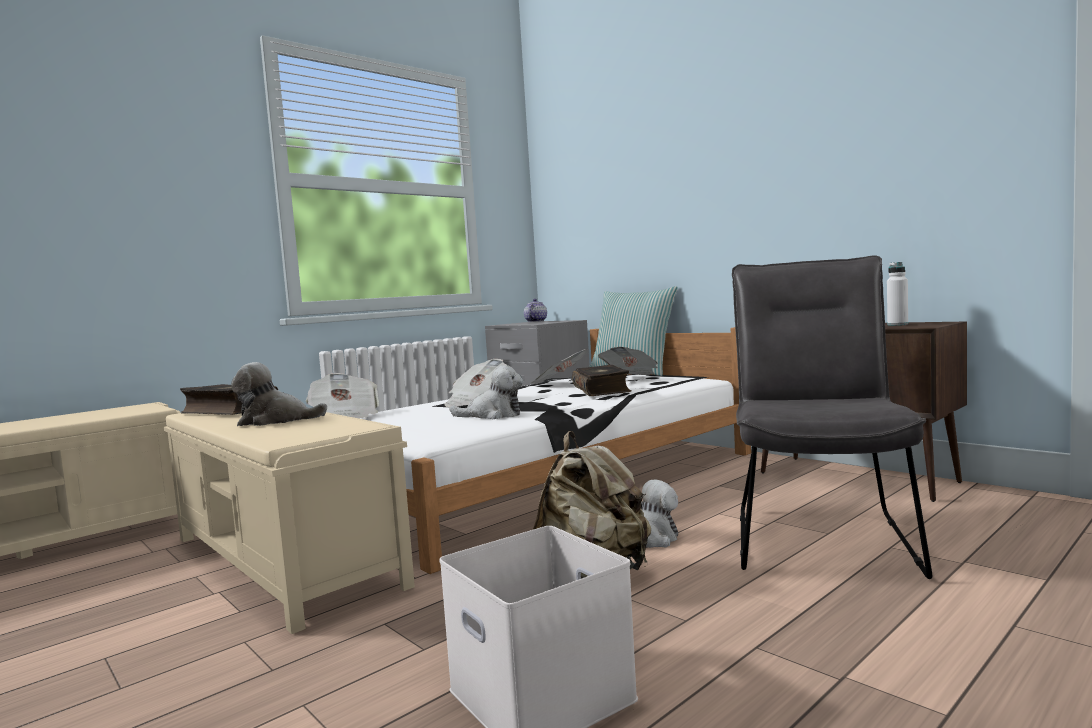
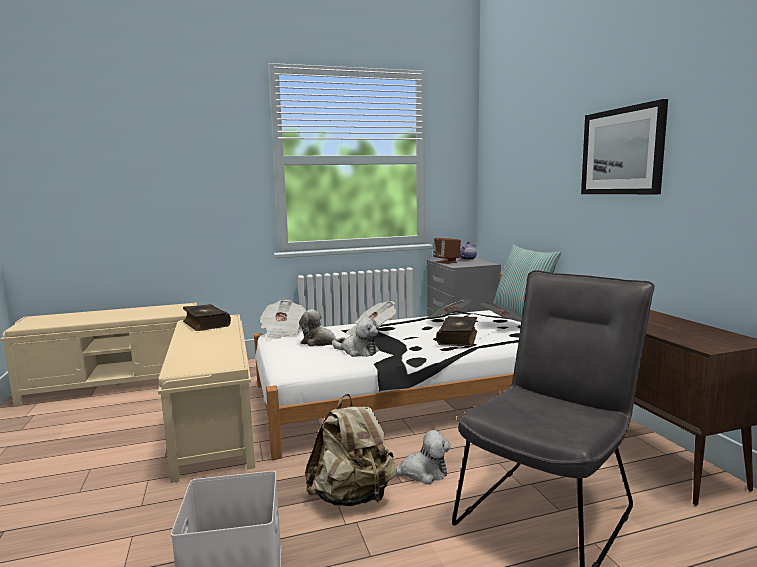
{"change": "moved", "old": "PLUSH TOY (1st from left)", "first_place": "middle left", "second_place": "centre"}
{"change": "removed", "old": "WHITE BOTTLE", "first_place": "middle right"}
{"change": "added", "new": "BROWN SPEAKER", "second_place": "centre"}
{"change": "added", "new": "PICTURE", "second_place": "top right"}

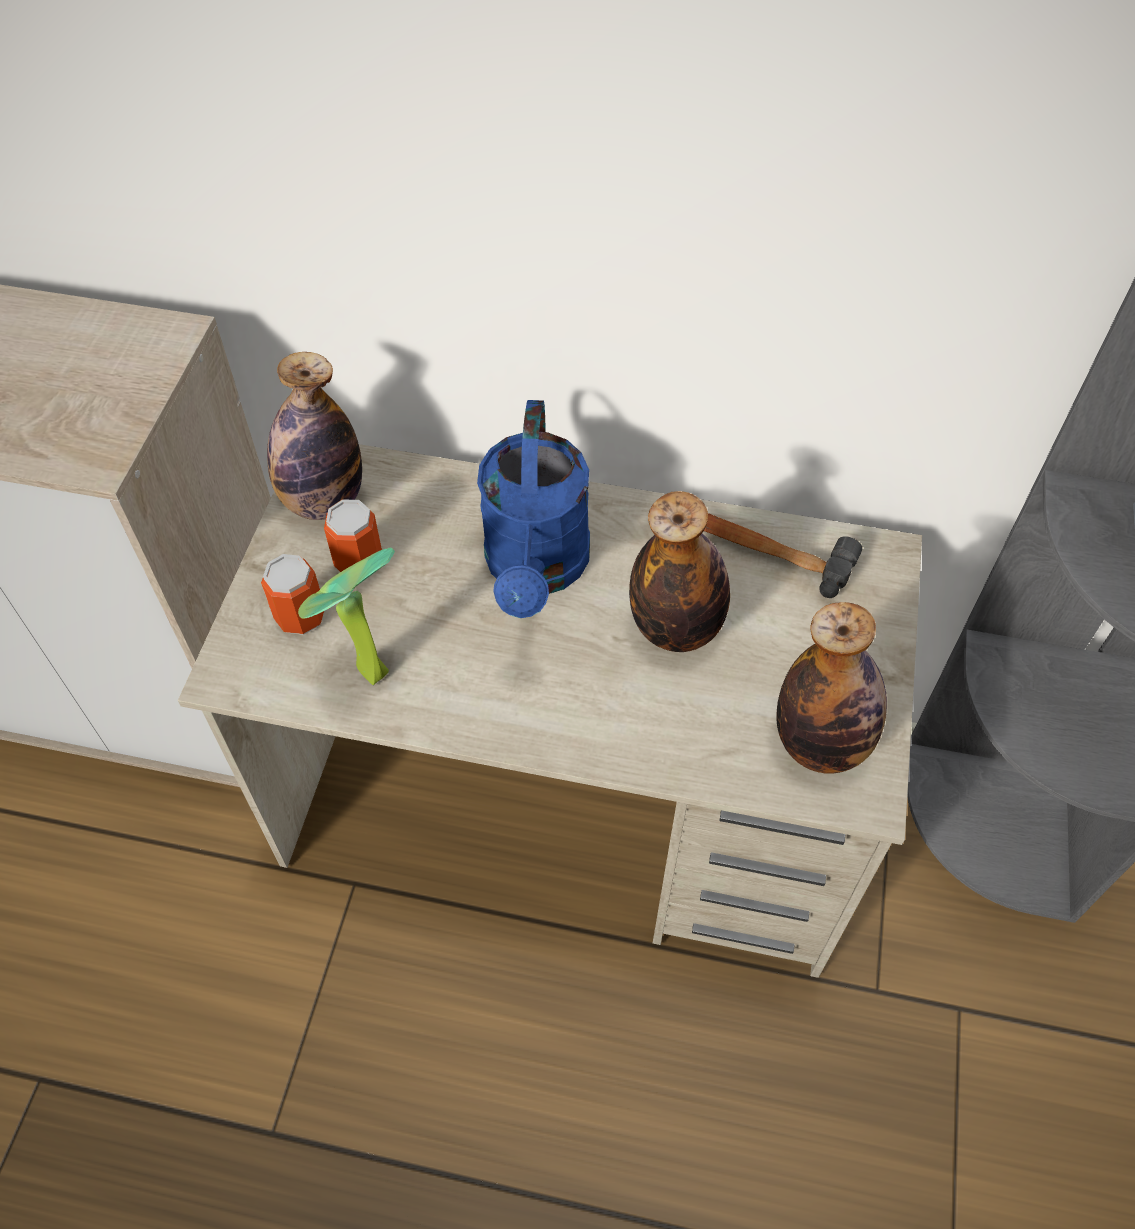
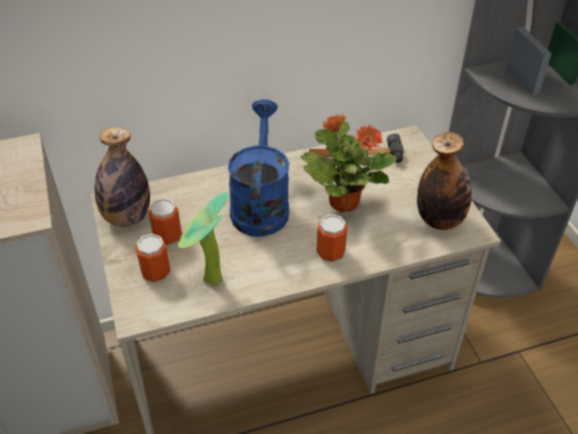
{"change": "turned", "old": "BLUE WATERING CAN", "first_place": "centre", "second_place": "centre", "degrees": -150}
{"change": "replaced", "old": "BOTTLE (2nd from left)", "new": "POTTED PLANT (2nd from left)", "first_place": "centre", "second_place": "centre"}
{"change": "added", "new": "CAN (3rd from left)", "second_place": "centre"}

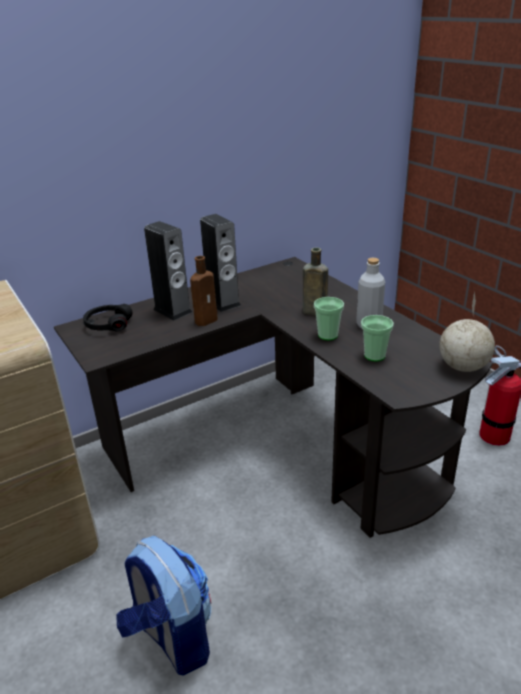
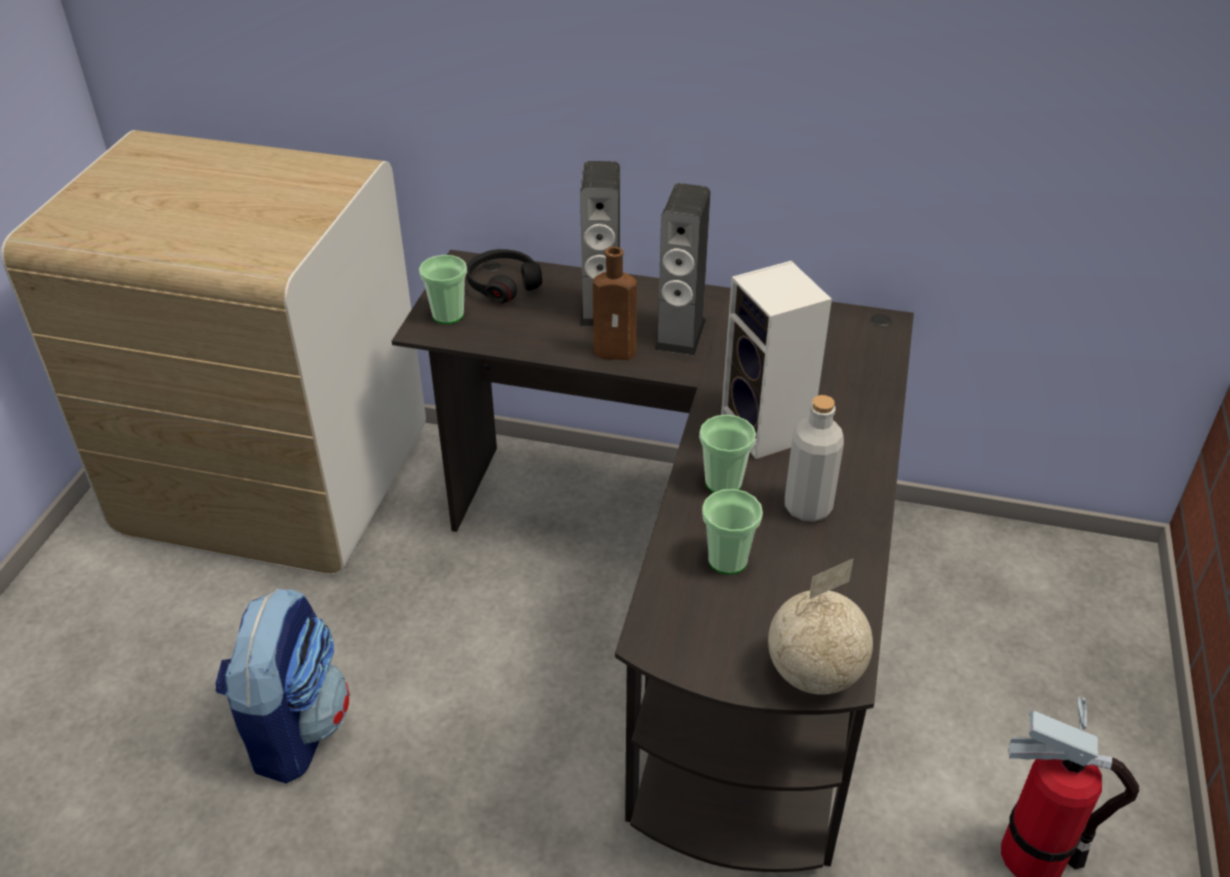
{"change": "replaced", "old": "BROWN BOTTLE (2nd from left)", "new": "SPEAKER (3rd from left)", "first_place": "centre", "second_place": "centre"}
{"change": "added", "new": "CUP (1st from left)", "second_place": "top centre"}

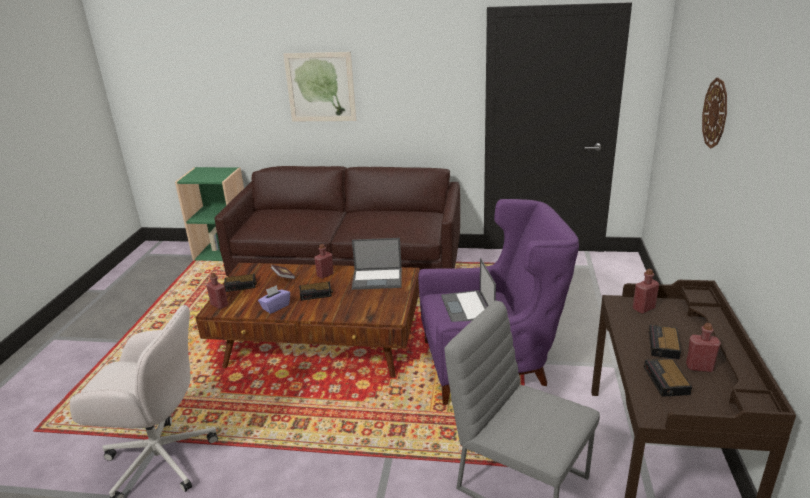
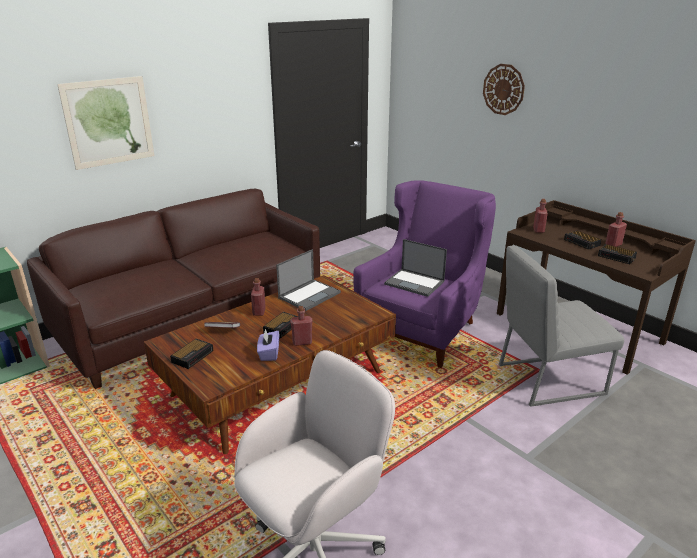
{"change": "moved", "old": "RED BOTTLE (1st from left in the first image)", "new": "RED BOTTLE (2nd from left)", "first_place": "middle left", "second_place": "centre"}

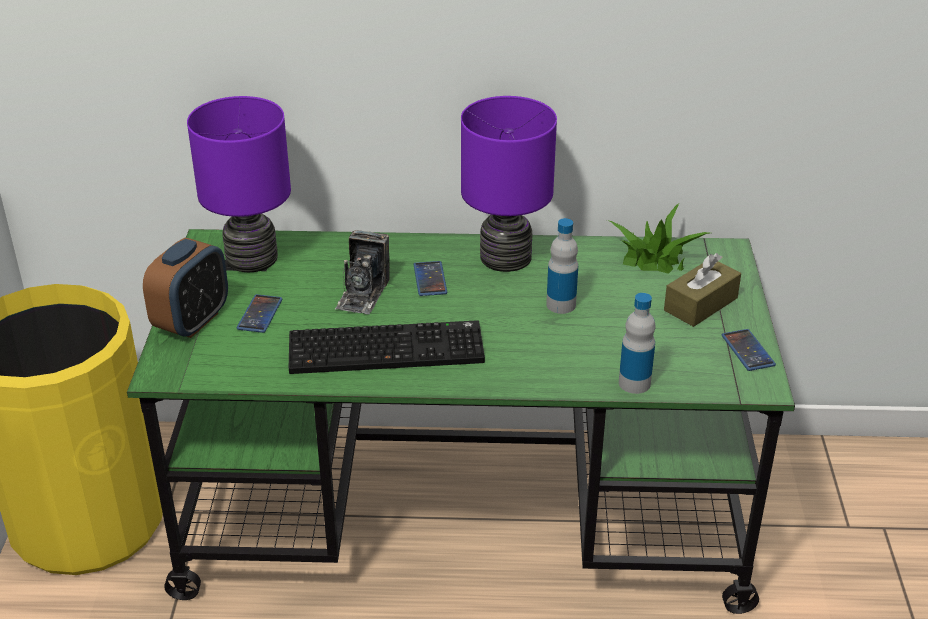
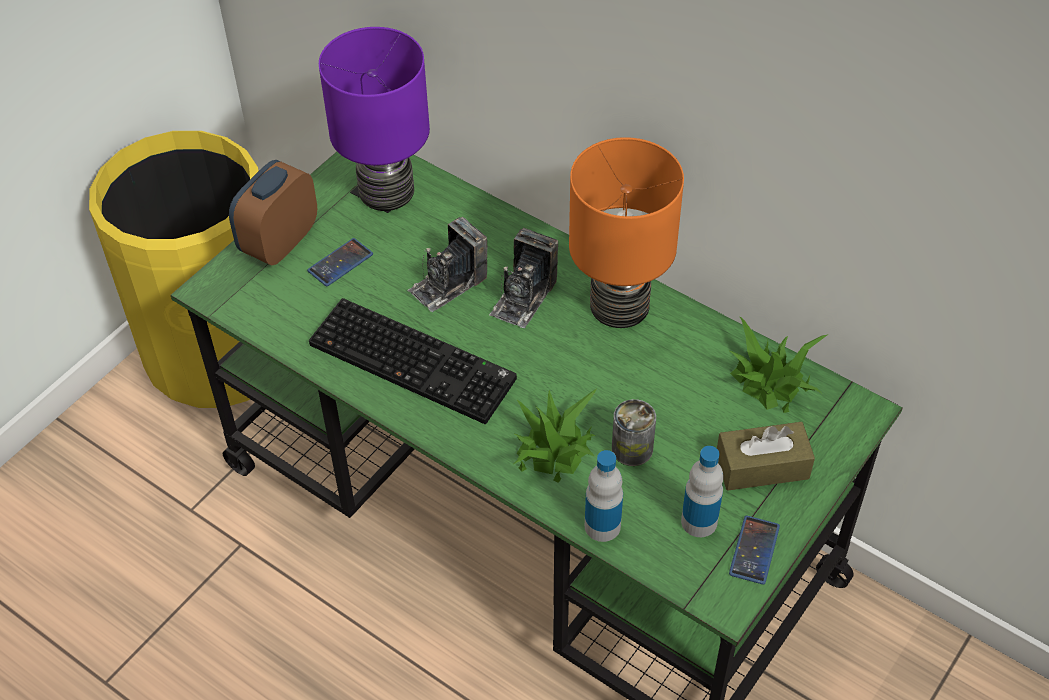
{"change": "turned", "old": "ALARM CLOCK", "first_place": "middle left", "second_place": "top left", "degrees": 150}
{"change": "replaced", "old": "PHONE (2nd from left)", "new": "PHOTO CAMERA (2nd from left)", "first_place": "centre", "second_place": "centre"}
{"change": "recoloured", "old": "PURPLE TABLE LAMP (2nd from left)", "new": "ORANGE TABLE LAMP", "first_place": "top centre", "second_place": "top centre"}
{"change": "moved", "old": "BOTTLE (1st from left in the first image)", "new": "BOTTLE (2nd from left)", "first_place": "centre", "second_place": "bottom right"}
{"change": "added", "new": "POTTED PLANT (1st from left)", "second_place": "centre"}
{"change": "added", "new": "CAN", "second_place": "centre"}

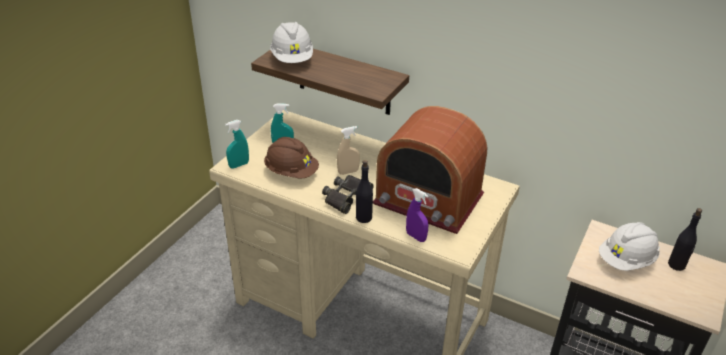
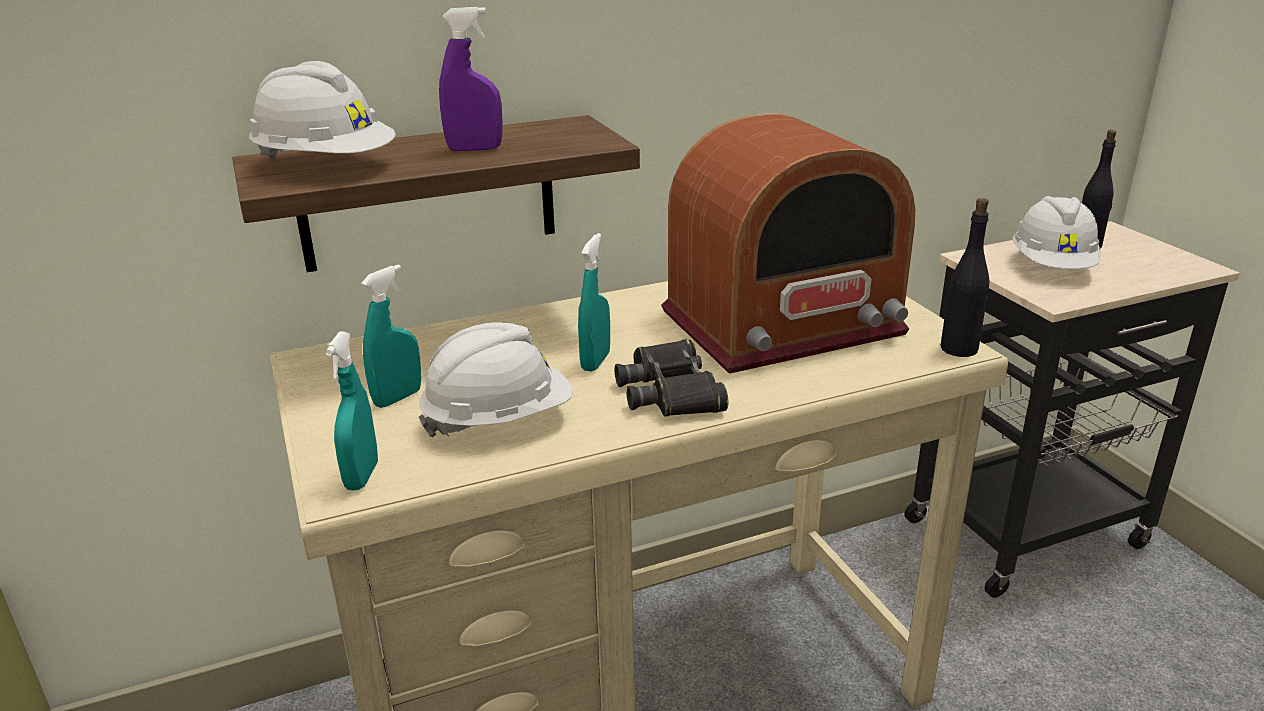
{"change": "recoloured", "old": "BROWN HARD HAT", "new": "WHITE HARD HAT (2nd from left)", "first_place": "centre", "second_place": "centre"}
{"change": "recoloured", "old": "BEIGE SPRAY BOTTLE", "new": "TURQUOISE SPRAY BOTTLE (3rd from left)", "first_place": "centre", "second_place": "centre"}
{"change": "moved", "old": "BLACK BOTTLE (1st from left)", "first_place": "centre", "second_place": "middle right"}
{"change": "moved", "old": "PURPLE SPRAY BOTTLE", "first_place": "centre", "second_place": "top centre"}

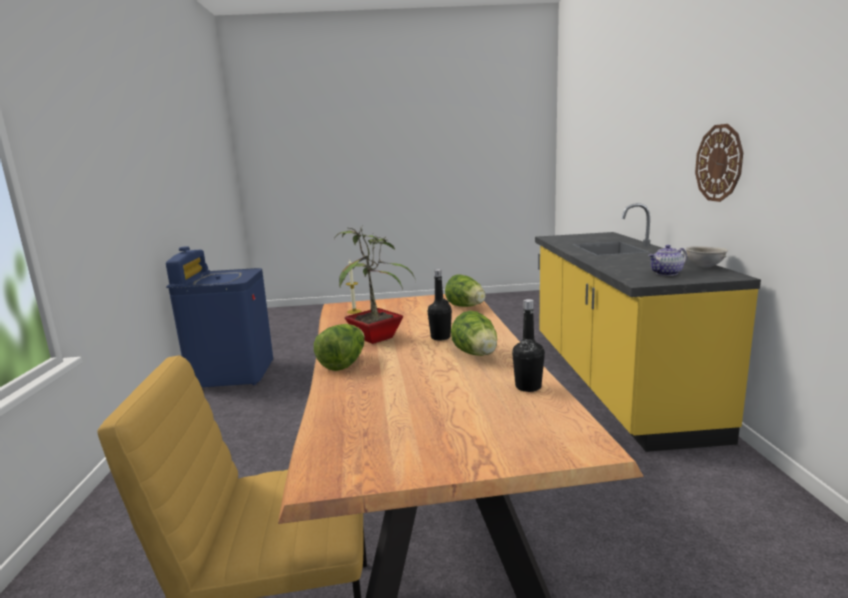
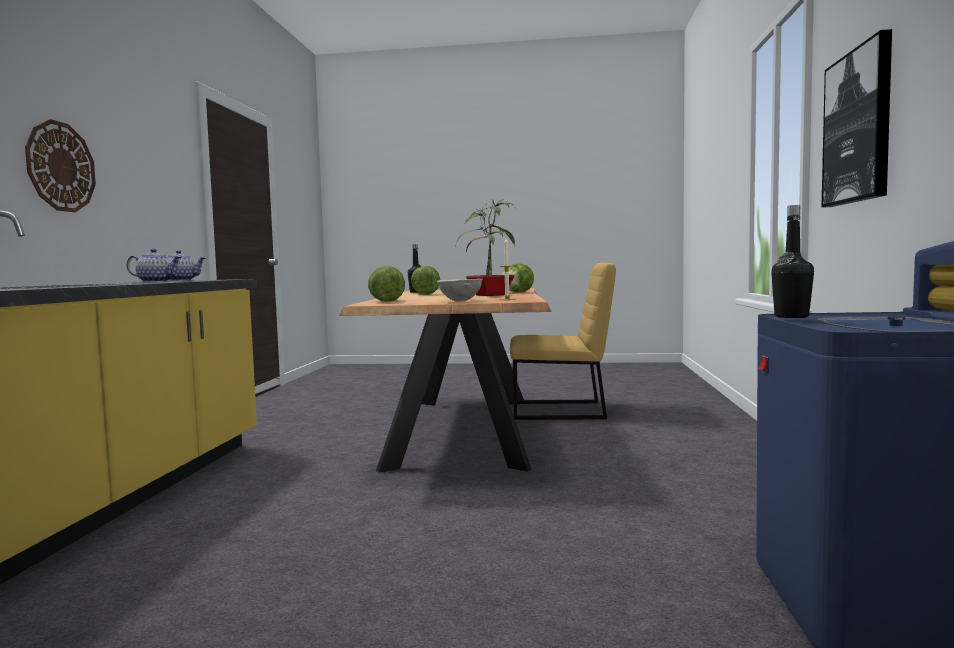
{"change": "moved", "old": "BLACK BOTTLE (1st from left in the first image)", "new": "BLACK BOTTLE (2nd from left)", "first_place": "centre", "second_place": "middle right"}
{"change": "moved", "old": "GREY BOWL", "first_place": "middle right", "second_place": "centre"}
{"change": "added", "new": "TEAPOT (1st from left)", "second_place": "middle left"}
{"change": "added", "new": "PICTURE", "second_place": "top right"}

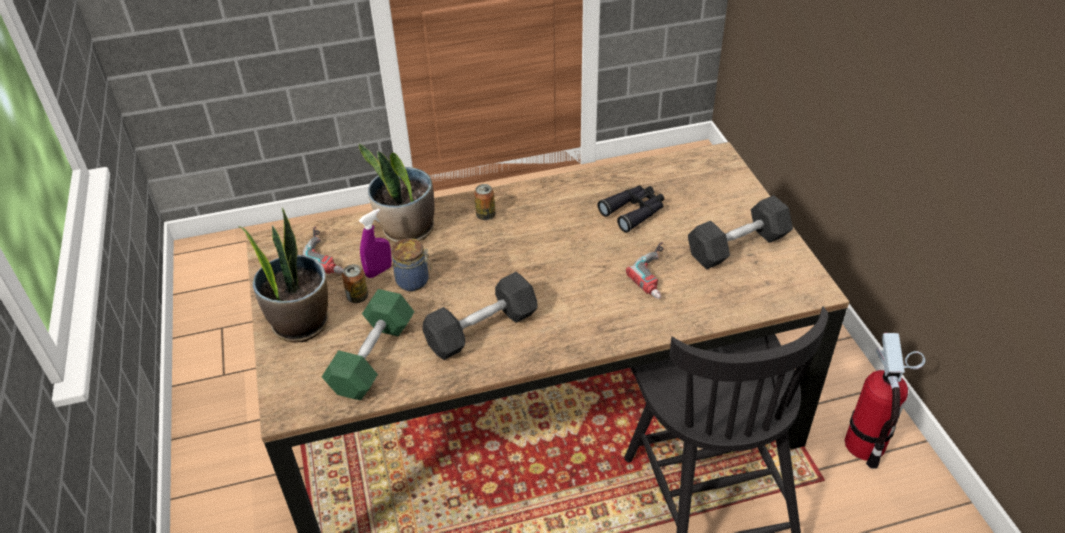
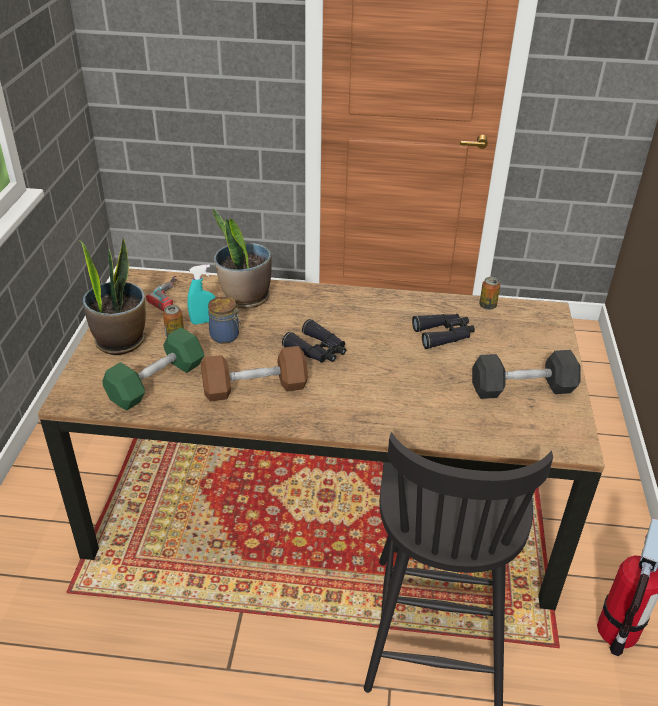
{"change": "recoloured", "old": "PURPLE SPRAY BOTTLE", "new": "TURQUOISE SPRAY BOTTLE", "first_place": "centre", "second_place": "middle left"}
{"change": "recoloured", "old": "GREY DUMBBELL (1st from left)", "new": "BROWN DUMBBELL", "first_place": "centre", "second_place": "centre"}
{"change": "moved", "old": "CAN (2nd from left)", "first_place": "centre", "second_place": "middle right"}
{"change": "removed", "old": "POWER DRILL (2nd from left)", "first_place": "centre"}
{"change": "added", "new": "BLACK BINOCULARS (1st from left)", "second_place": "centre"}

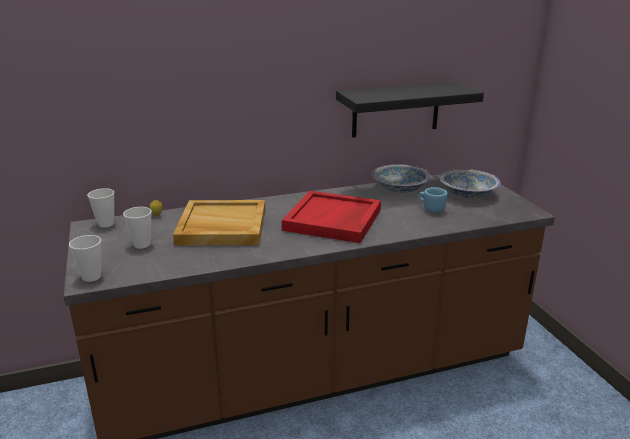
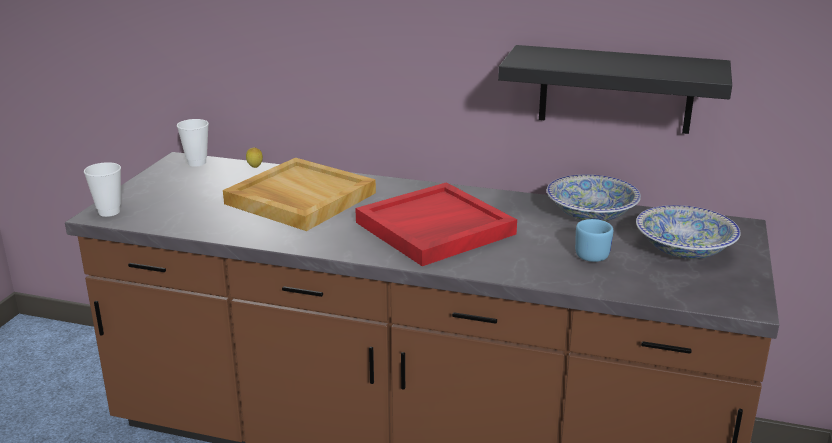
{"change": "removed", "old": "CUP (3rd from left)", "first_place": "middle left"}

